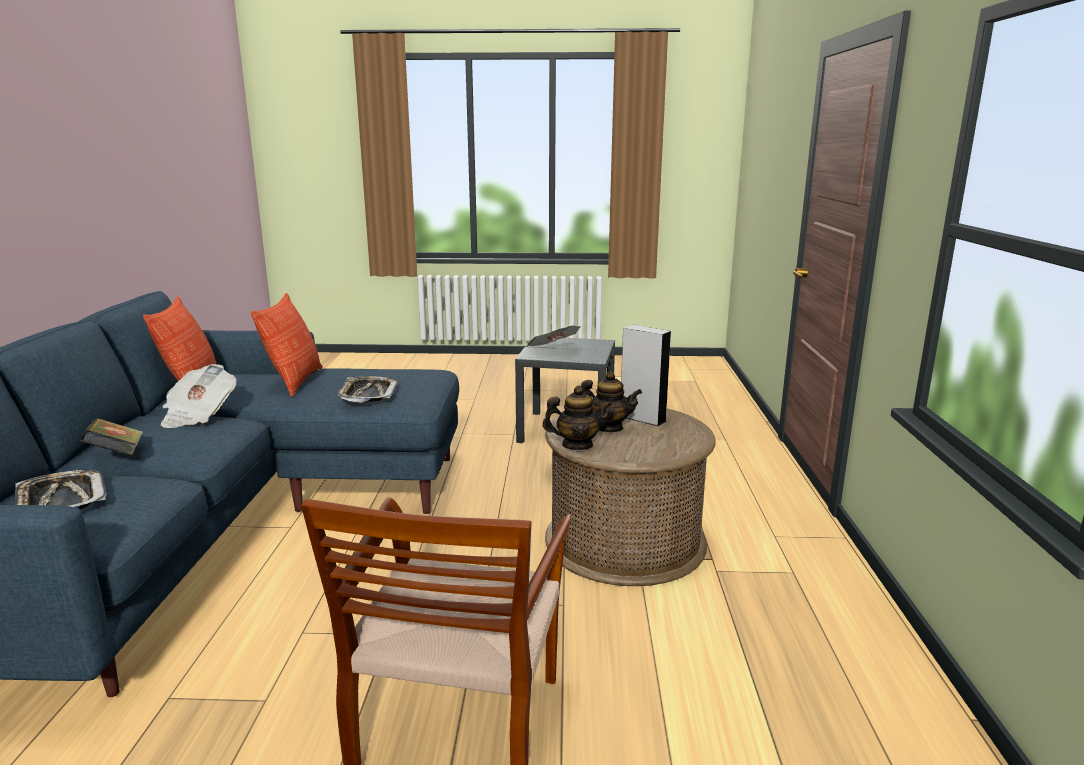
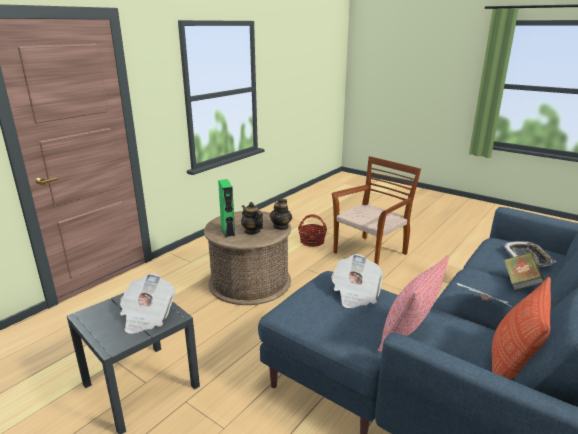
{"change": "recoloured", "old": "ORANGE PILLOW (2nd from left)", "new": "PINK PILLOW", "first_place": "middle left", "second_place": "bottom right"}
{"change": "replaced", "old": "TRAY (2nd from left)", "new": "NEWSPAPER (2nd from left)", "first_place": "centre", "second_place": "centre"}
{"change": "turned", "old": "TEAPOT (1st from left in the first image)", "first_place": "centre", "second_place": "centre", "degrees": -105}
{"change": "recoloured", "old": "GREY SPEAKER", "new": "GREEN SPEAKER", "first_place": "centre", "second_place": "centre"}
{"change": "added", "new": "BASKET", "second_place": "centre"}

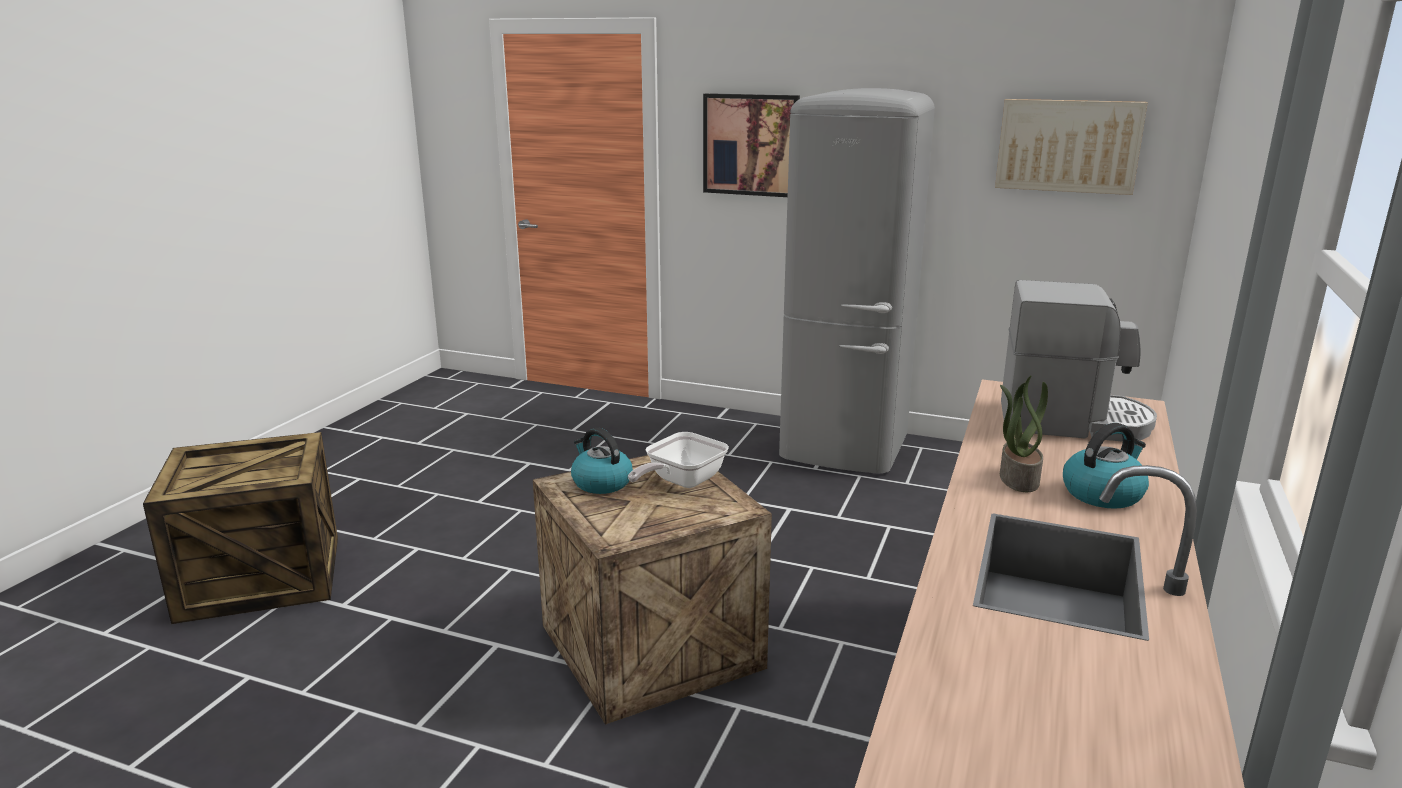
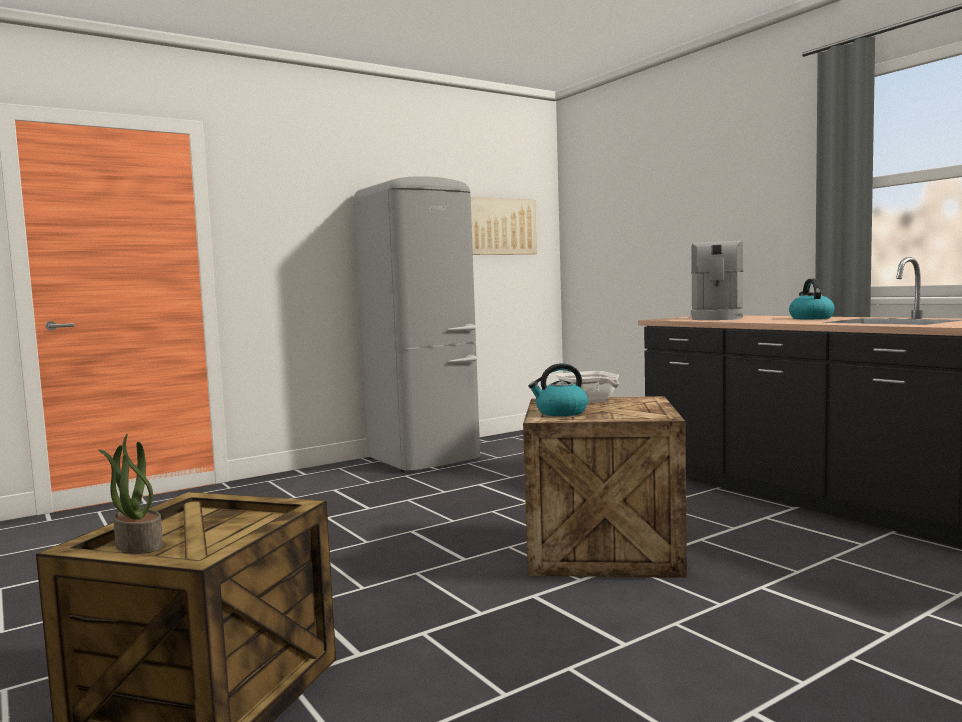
{"change": "removed", "old": "PICTURE (1st from left)", "first_place": "top centre"}
{"change": "moved", "old": "POTTED PLANT", "first_place": "middle right", "second_place": "bottom left"}
{"change": "turned", "old": "COFFEE MACHINE", "first_place": "middle right", "second_place": "middle right", "degrees": 150}

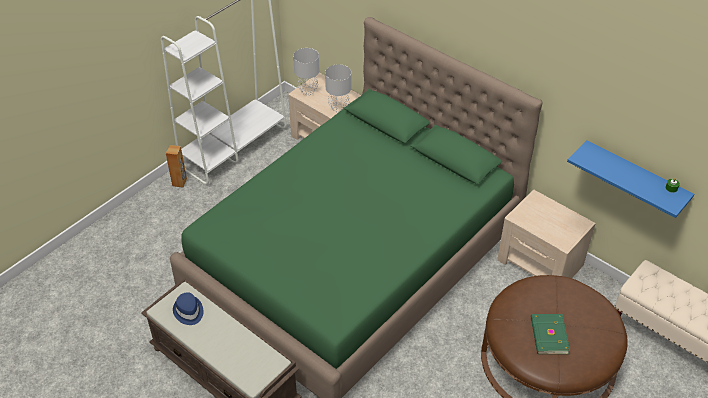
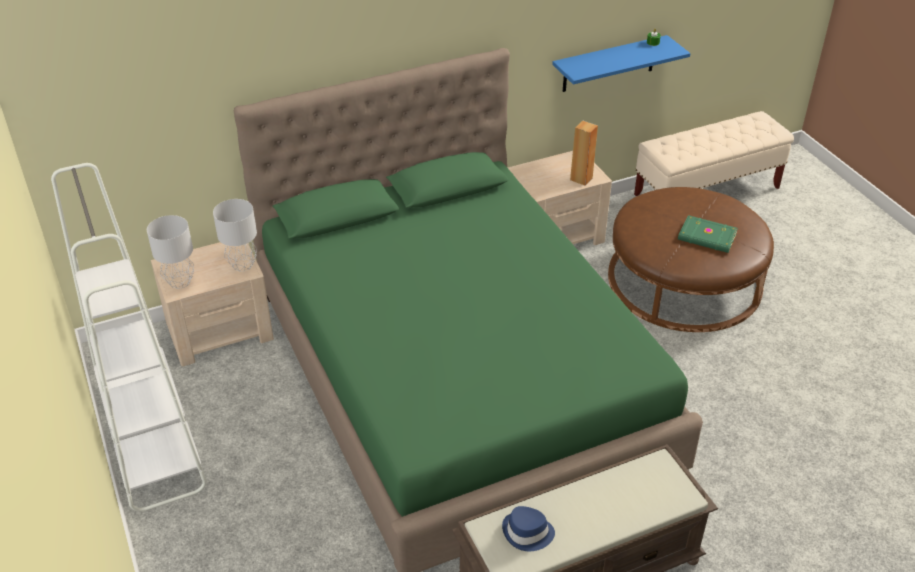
{"change": "moved", "old": "BROWN SPEAKER", "first_place": "middle left", "second_place": "top centre"}

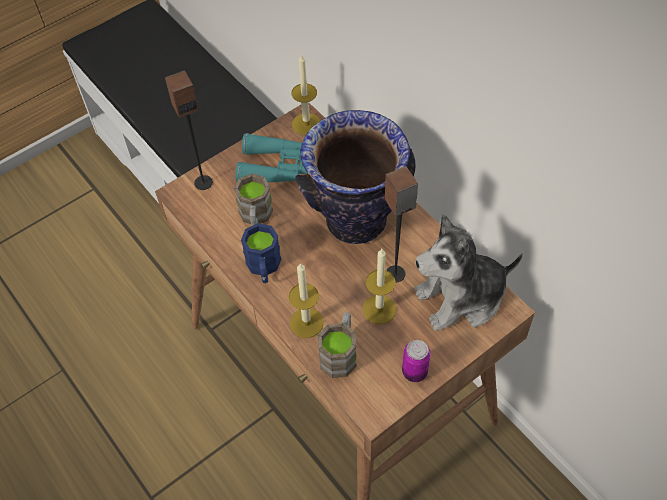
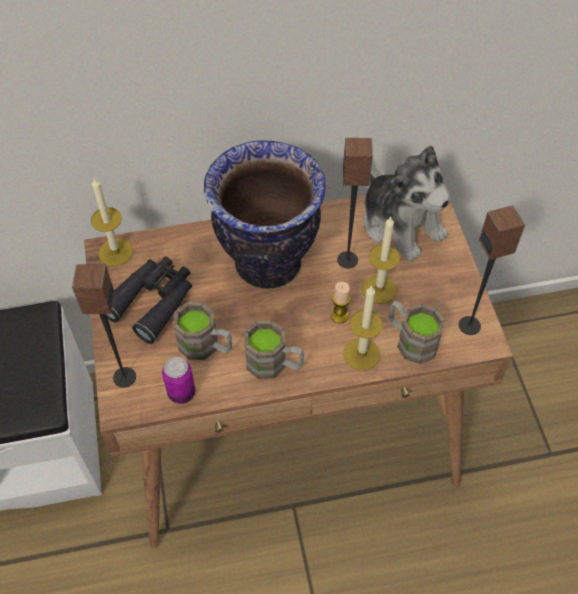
{"change": "recoloured", "old": "TURQUOISE BINOCULARS", "new": "BLACK BINOCULARS", "first_place": "top centre", "second_place": "middle left"}
{"change": "recoloured", "old": "BLUE MUG", "new": "BROWN MUG (2nd from left)", "first_place": "centre", "second_place": "centre"}
{"change": "moved", "old": "CAN", "first_place": "bottom centre", "second_place": "middle left"}
{"change": "turned", "old": "PLUSH TOY", "first_place": "middle right", "second_place": "middle right", "degrees": -45}
{"change": "added", "new": "CANDLE (2nd from left)", "second_place": "centre"}
{"change": "added", "new": "SPEAKER (3rd from left)", "second_place": "middle right"}

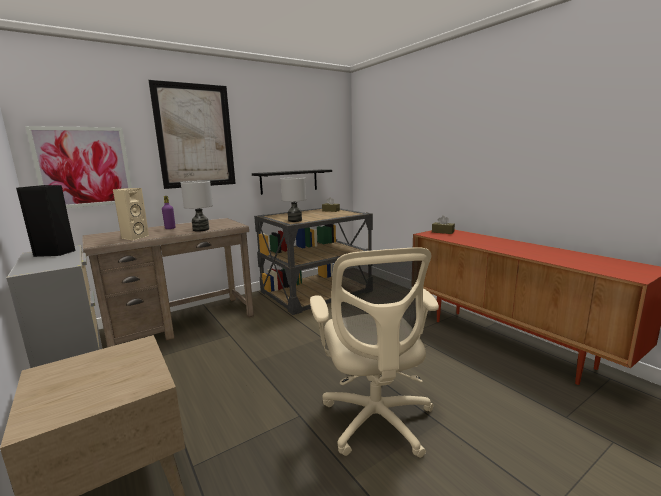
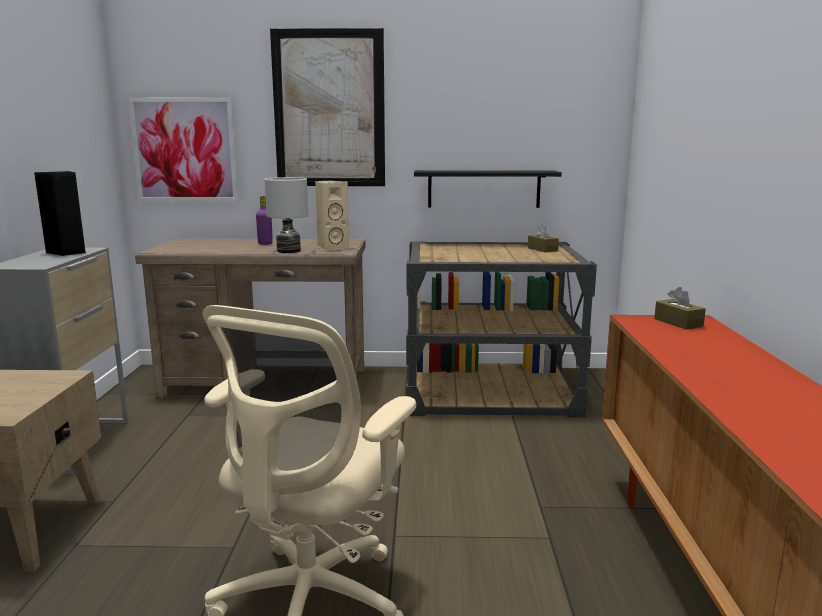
{"change": "moved", "old": "BEIGE SPEAKER", "first_place": "middle left", "second_place": "centre"}
{"change": "removed", "old": "GREY TABLE LAMP (2nd from left)", "first_place": "centre"}

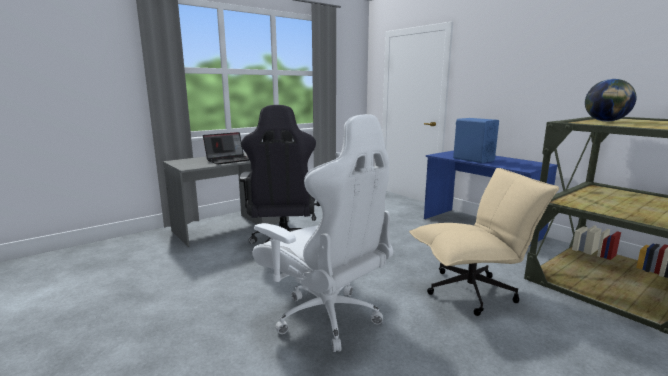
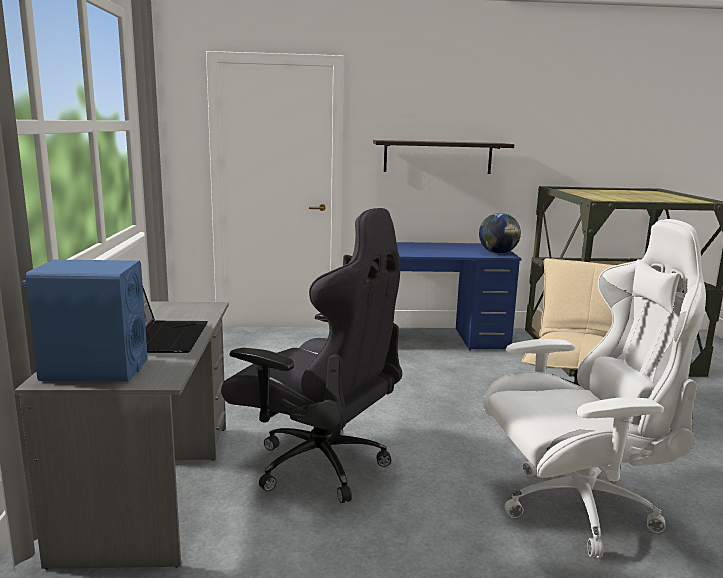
{"change": "moved", "old": "BLUE SPEAKER", "first_place": "middle right", "second_place": "middle left"}
{"change": "moved", "old": "GLOBE", "first_place": "top right", "second_place": "middle right"}
{"change": "added", "new": "SHELF", "second_place": "top centre"}

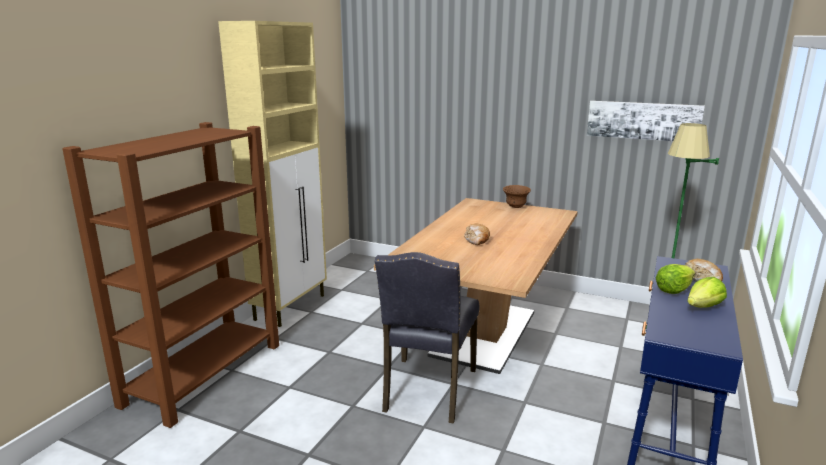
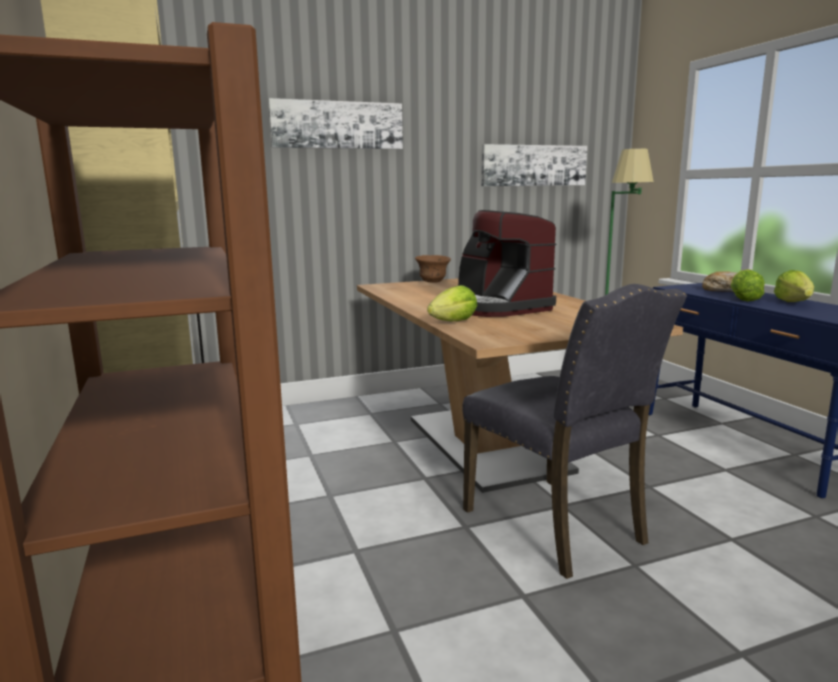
{"change": "replaced", "old": "BREAD (1st from left)", "new": "COFFEE MACHINE", "first_place": "centre", "second_place": "centre"}
{"change": "added", "new": "PICTURE (1st from left)", "second_place": "top centre"}
{"change": "added", "new": "LETTUCE (1st from left)", "second_place": "centre"}

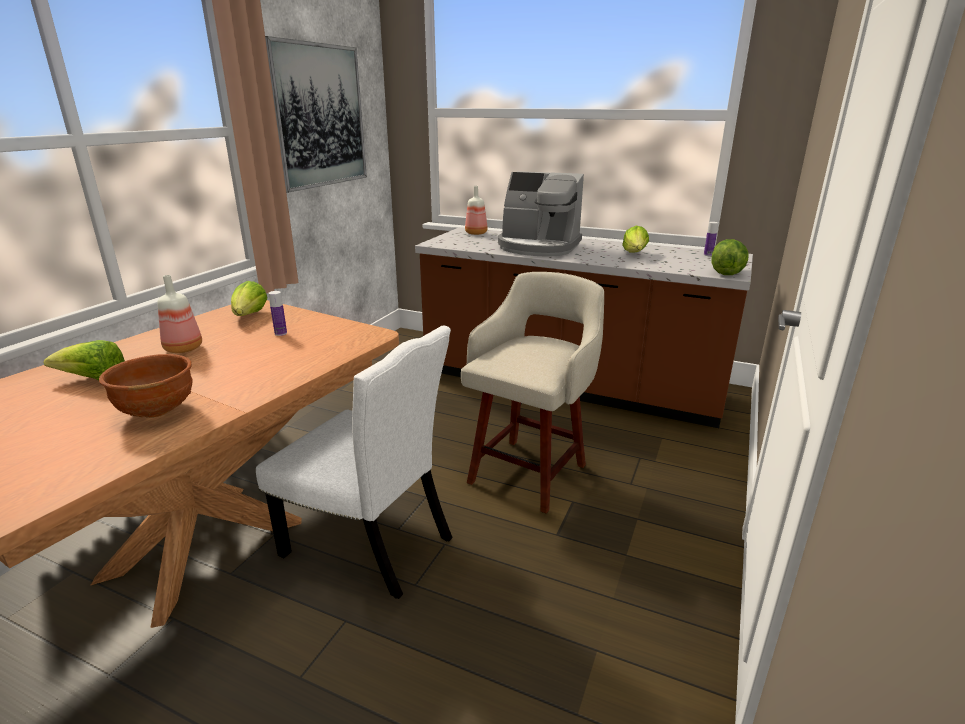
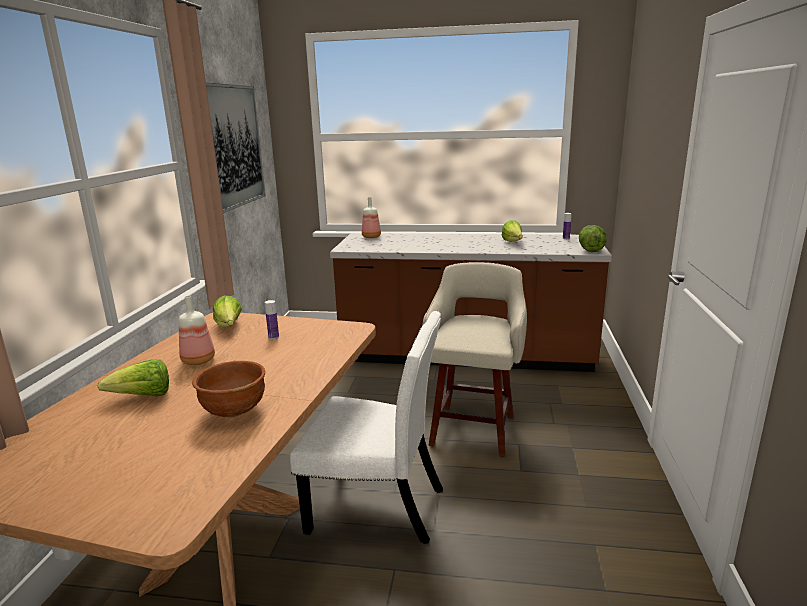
{"change": "removed", "old": "COFFEE MACHINE", "first_place": "top centre"}

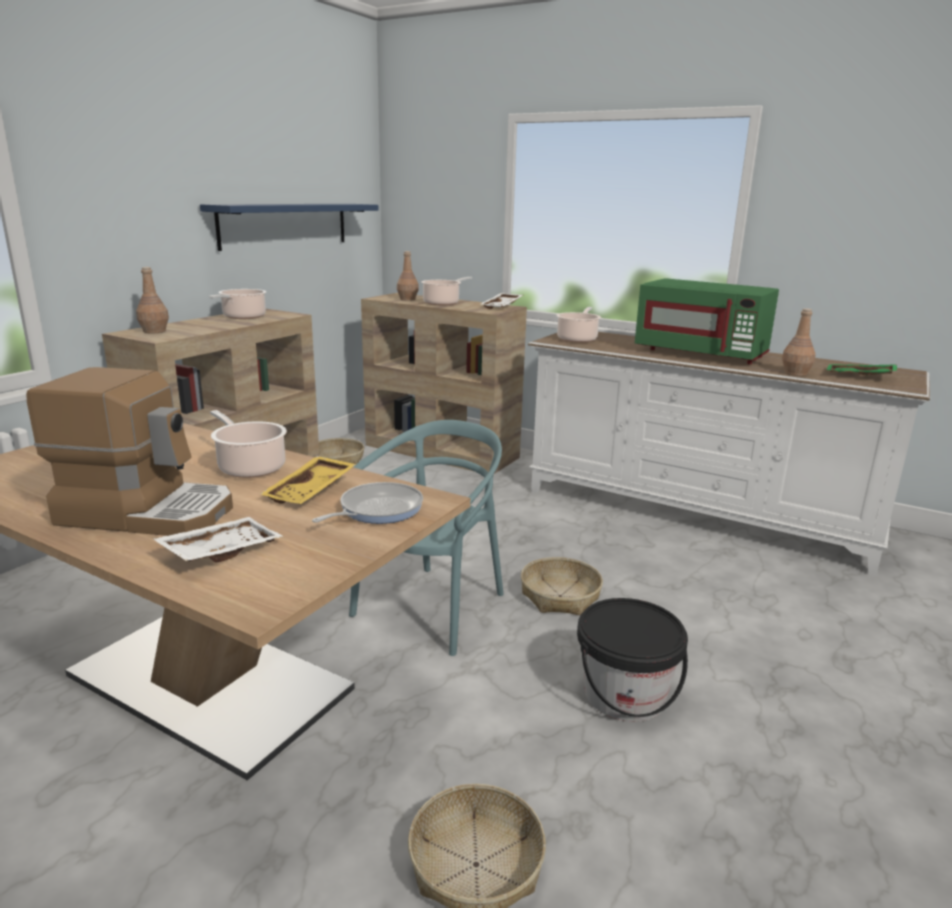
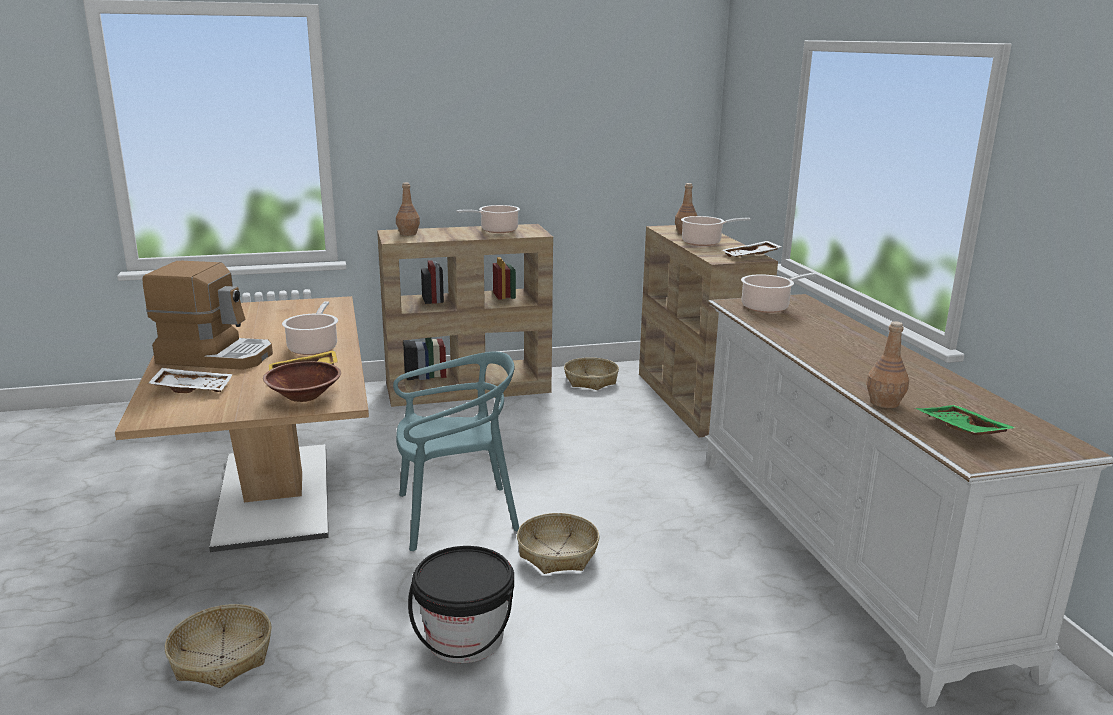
{"change": "turned", "old": "COFFEE MACHINE", "first_place": "middle left", "second_place": "middle left", "degrees": -45}
{"change": "removed", "old": "BLUE SHELF", "first_place": "top left"}
{"change": "replaced", "old": "FRYING PAN", "new": "BROWN BOWL", "first_place": "centre", "second_place": "middle left"}
{"change": "removed", "old": "GREEN MICROWAVE", "first_place": "middle right"}

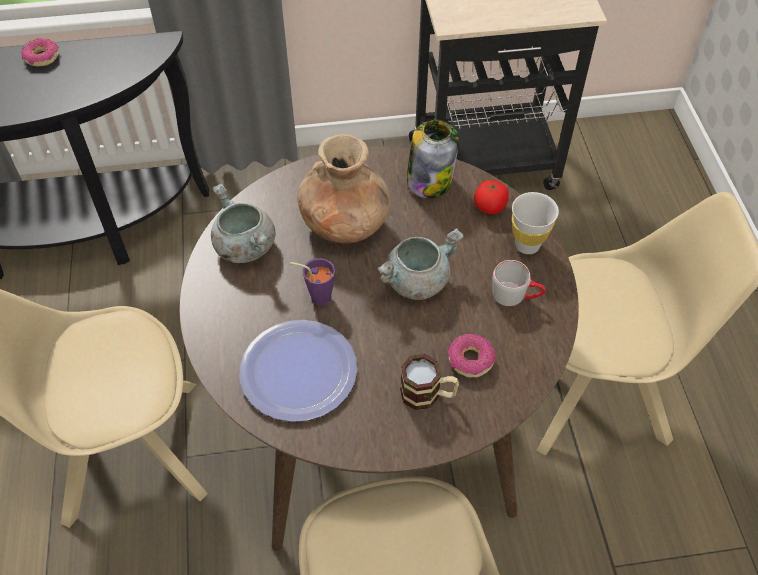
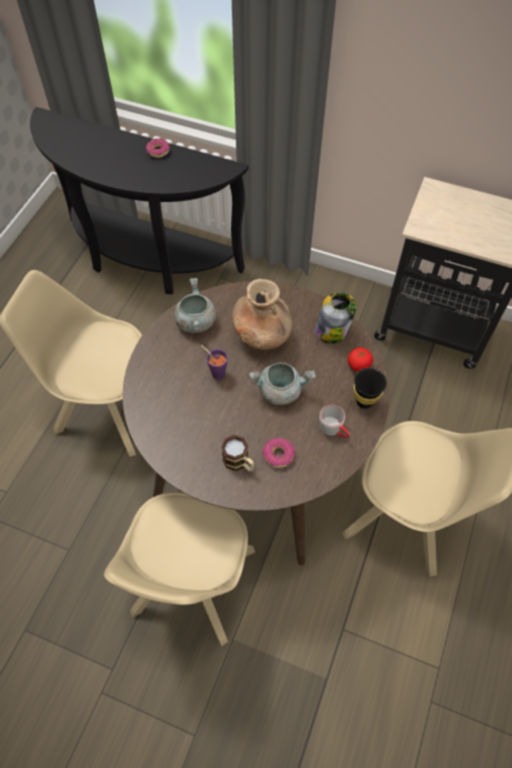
{"change": "removed", "old": "PLATE", "first_place": "centre"}
{"change": "recoloured", "old": "WHITE CUP", "new": "BLACK CUP", "first_place": "middle right", "second_place": "middle right"}

